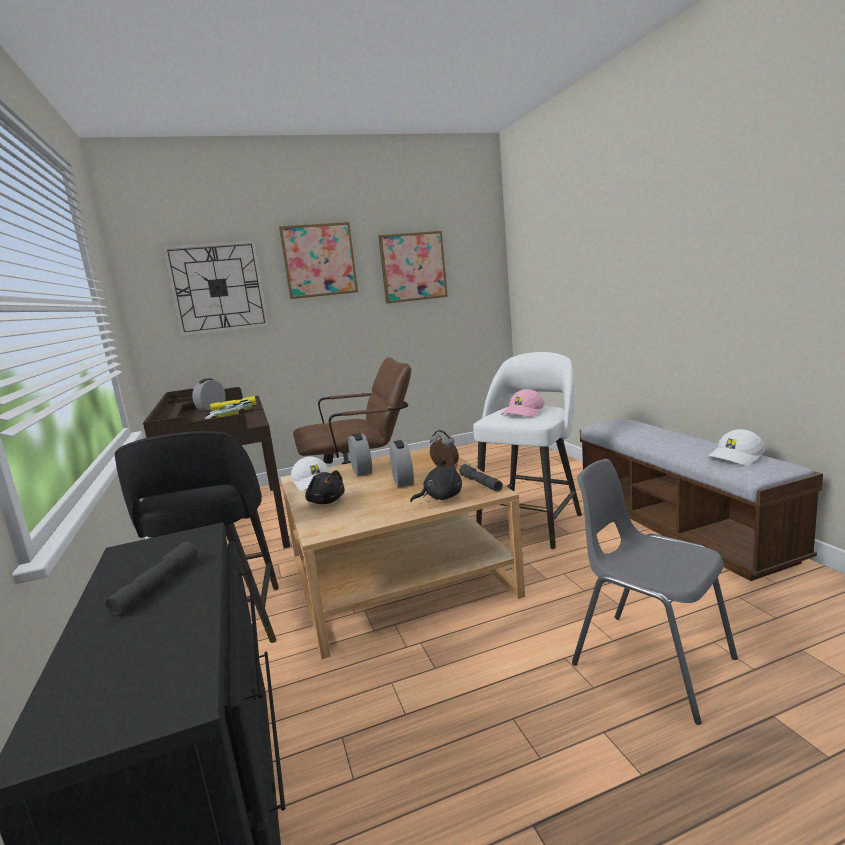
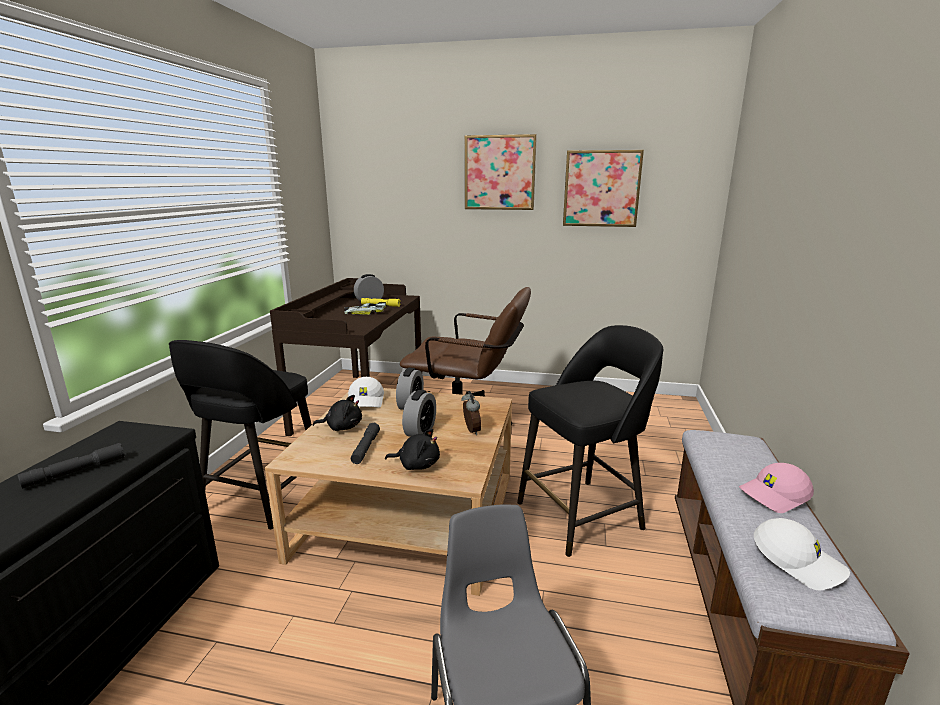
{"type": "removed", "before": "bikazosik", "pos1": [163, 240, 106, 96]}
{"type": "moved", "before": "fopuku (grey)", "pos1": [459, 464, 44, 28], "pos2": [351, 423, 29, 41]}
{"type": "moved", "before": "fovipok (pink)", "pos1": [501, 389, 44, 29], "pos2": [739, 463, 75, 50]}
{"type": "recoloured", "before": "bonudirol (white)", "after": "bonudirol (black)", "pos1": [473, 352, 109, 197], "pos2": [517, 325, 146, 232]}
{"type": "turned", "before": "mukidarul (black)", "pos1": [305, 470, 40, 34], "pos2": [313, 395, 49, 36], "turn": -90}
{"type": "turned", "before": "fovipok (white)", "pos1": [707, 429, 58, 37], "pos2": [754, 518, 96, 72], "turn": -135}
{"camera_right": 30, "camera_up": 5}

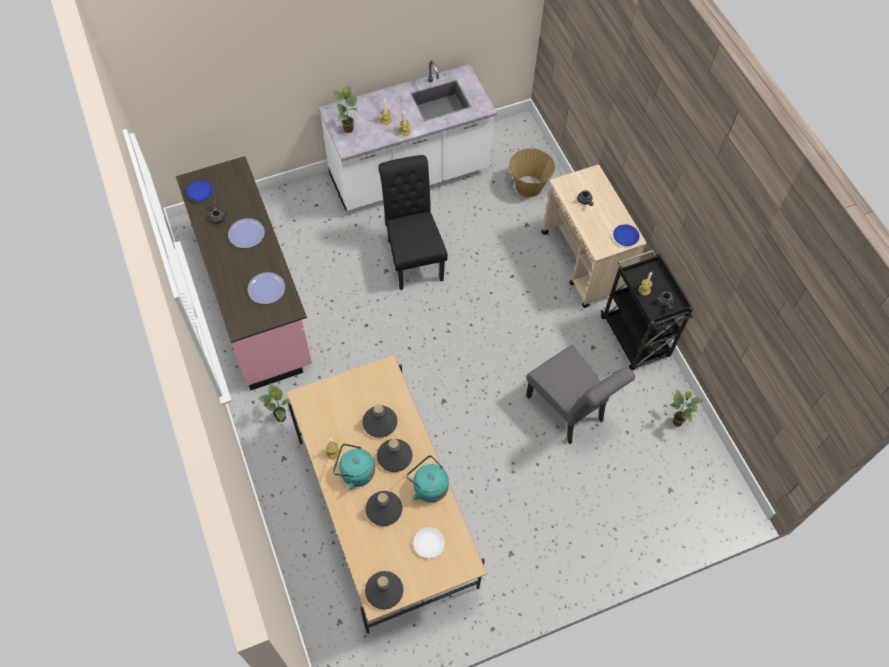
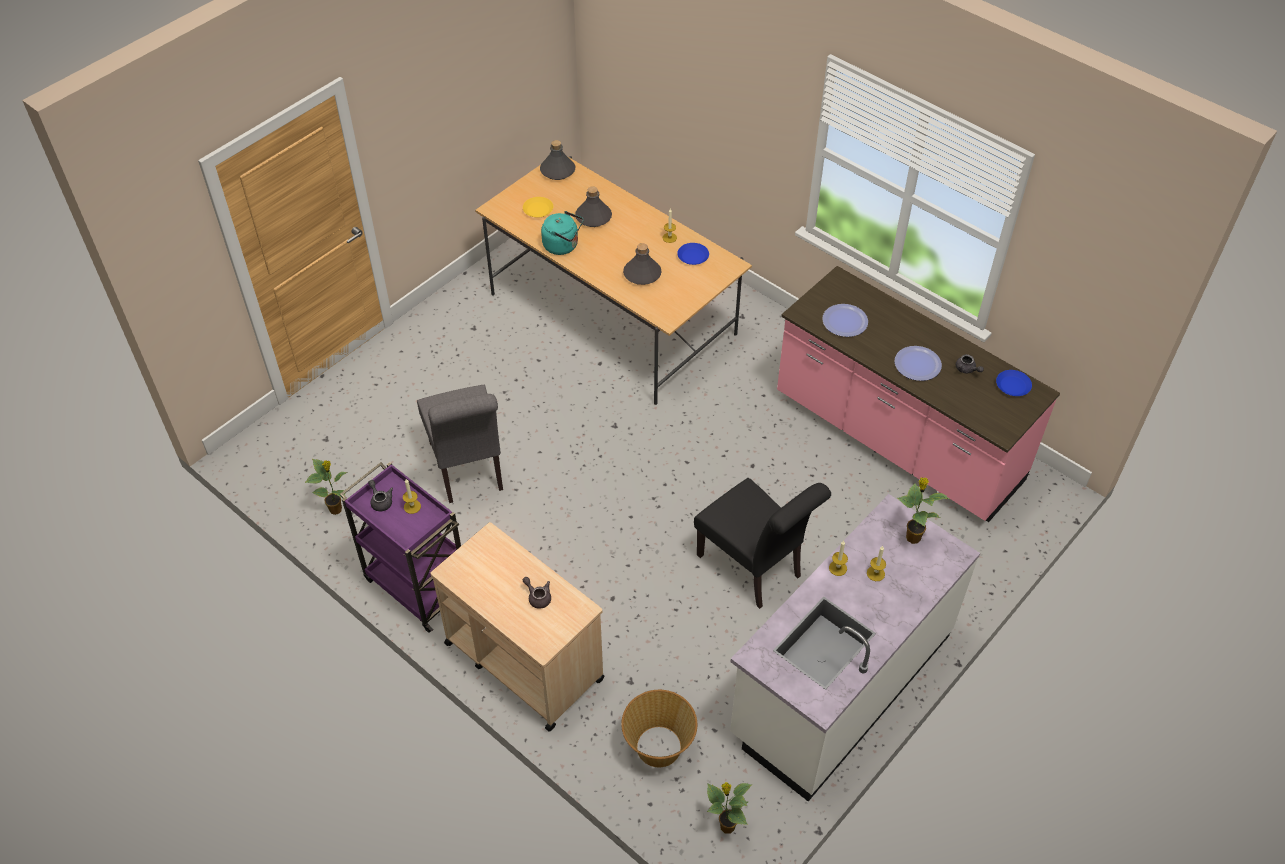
{"type": "removed", "before": "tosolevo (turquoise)", "pos1": [333, 444, 42, 45]}
{"type": "removed", "before": "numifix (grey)", "pos1": [377, 439, 36, 33]}
{"type": "moved", "before": "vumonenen", "pos1": [258, 383, 32, 39], "pos2": [707, 782, 45, 52]}
{"type": "moved", "before": "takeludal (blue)", "pos1": [613, 224, 27, 22], "pos2": [677, 243, 32, 22]}
{"type": "recoloured", "before": "takeludal (white)", "after": "takeludal (yellow)", "pos1": [413, 527, 32, 31], "pos2": [523, 197, 30, 21]}
{"type": "recoloured", "before": "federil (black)", "after": "federil (purple)", "pos1": [601, 250, 93, 120], "pos2": [340, 462, 121, 171]}
{"type": "turned", "before": "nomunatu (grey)", "pos1": [526, 345, 109, 99], "pos2": [417, 385, 86, 118], "turn": -135}
{"camera_right": 155, "camera_up": -10}

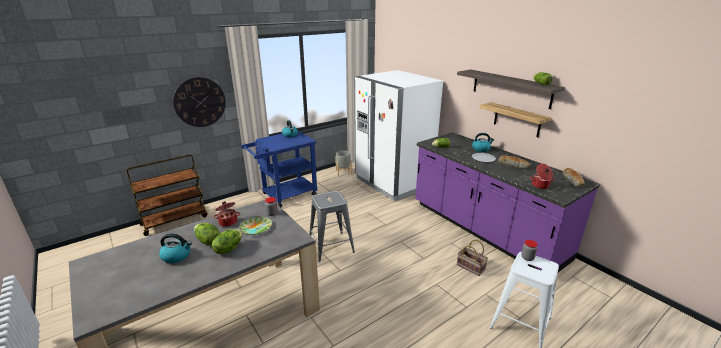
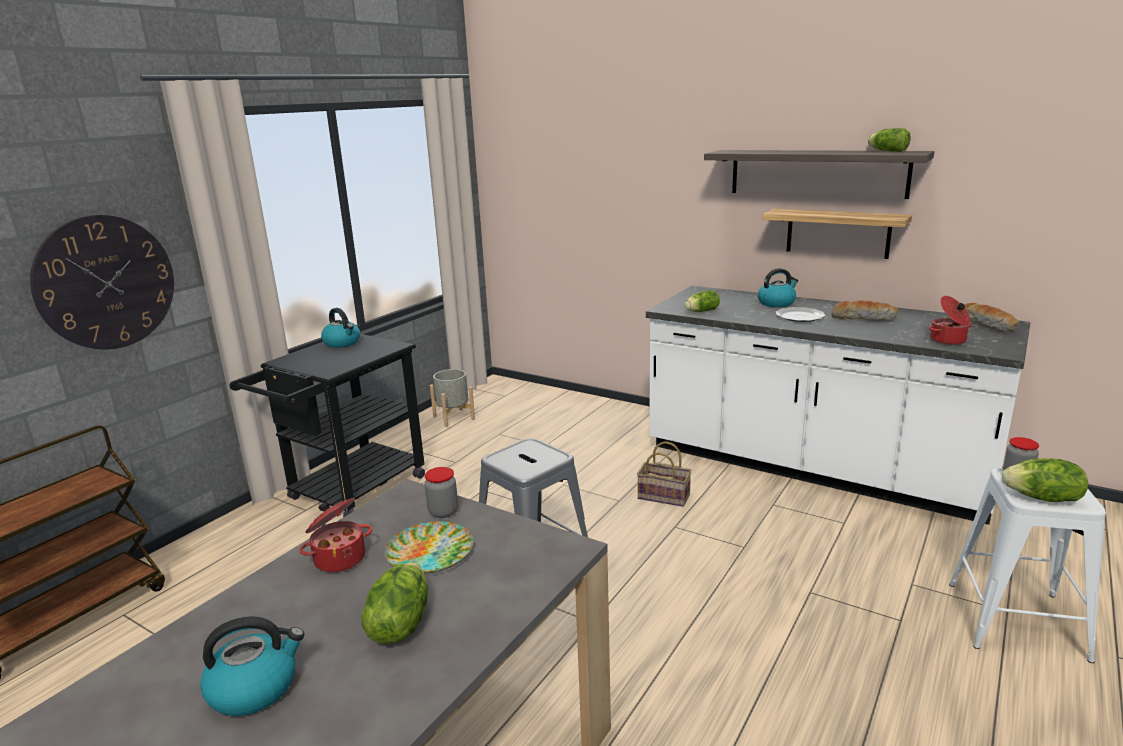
{"type": "removed", "before": "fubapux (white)", "pos1": [355, 70, 88, 131]}
{"type": "moved", "before": "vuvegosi", "pos1": [194, 223, 26, 22], "pos2": [1002, 458, 86, 44]}
{"type": "moved", "before": "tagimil", "pos1": [457, 240, 31, 36], "pos2": [637, 441, 55, 66]}
{"type": "recoloured", "before": "federil (blue)", "after": "federil (black)", "pos1": [241, 131, 77, 76], "pos2": [230, 334, 195, 183]}
{"type": "recoloured", "before": "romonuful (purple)", "after": "romonuful (white)", "pos1": [415, 132, 185, 140], "pos2": [646, 286, 384, 239]}
{"camera_right": -20, "camera_up": -5}

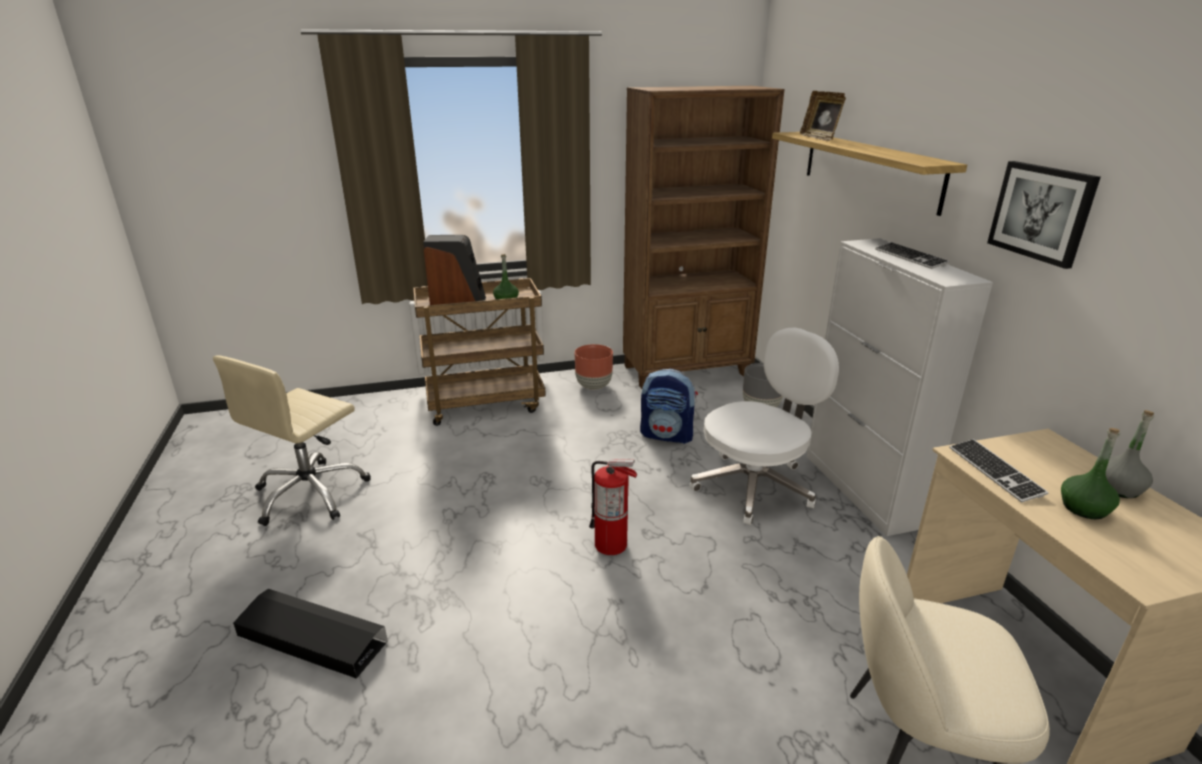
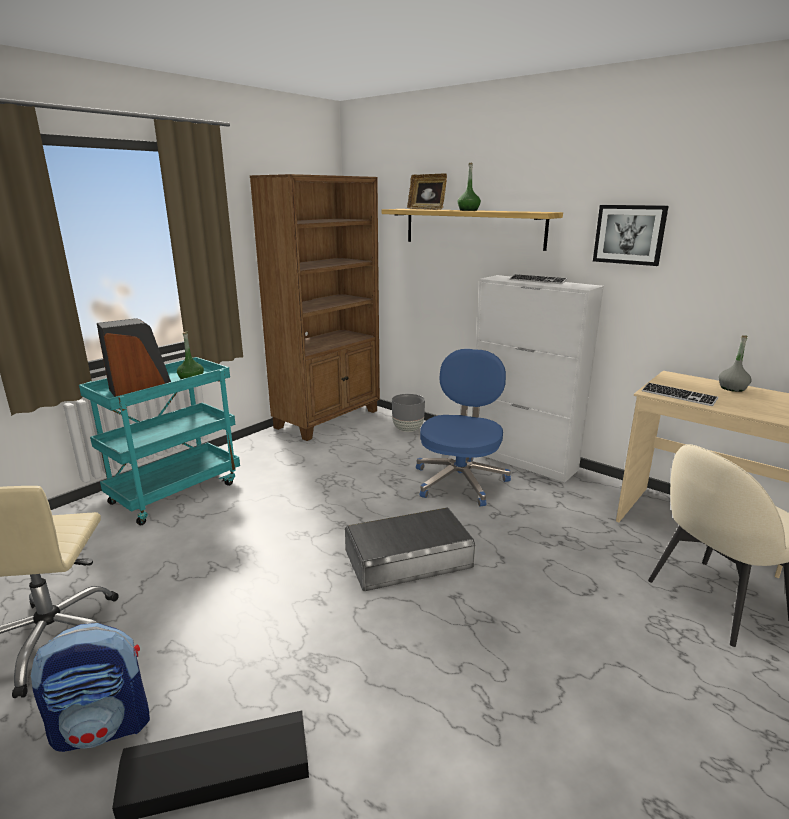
{"type": "removed", "before": "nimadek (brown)", "pos1": [575, 344, 38, 46]}
{"type": "moved", "before": "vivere", "pos1": [640, 369, 58, 75], "pos2": [31, 623, 119, 129]}
{"type": "moved", "before": "numifix (green)", "pos1": [1061, 428, 59, 91], "pos2": [458, 163, 23, 48]}
{"type": "replaced", "before": "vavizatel", "after": "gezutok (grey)", "pos1": [589, 459, 48, 96], "pos2": [345, 508, 130, 83]}
{"type": "recoloured", "before": "federil (brown)", "after": "federil (turquoise)", "pos1": [413, 278, 133, 148], "pos2": [79, 357, 161, 168]}
{"type": "recoloured", "before": "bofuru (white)", "after": "bofuru (blue)", "pos1": [689, 327, 150, 198], "pos2": [416, 349, 95, 158]}
{"camera_right": -35, "camera_up": -5}

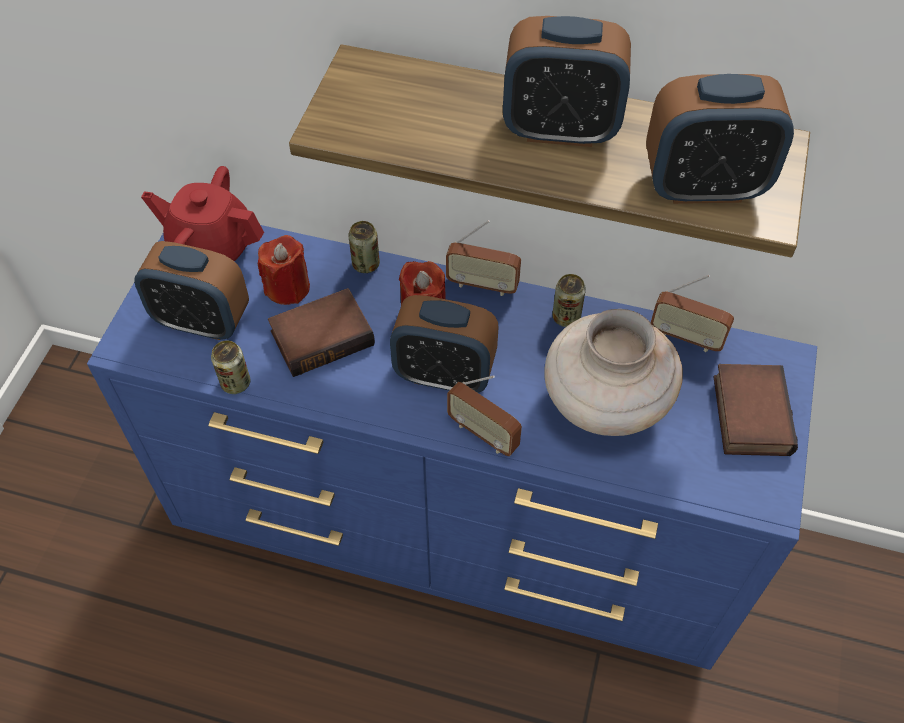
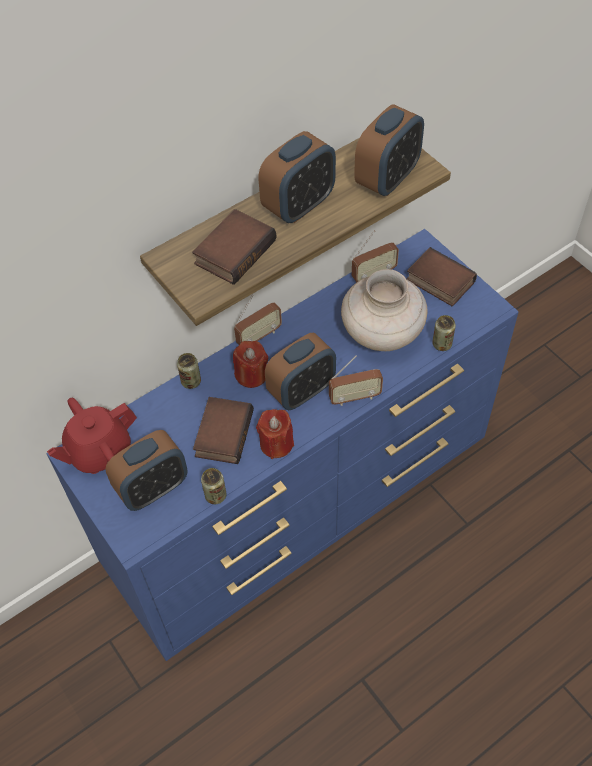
{"type": "added", "after": "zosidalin", "pos2": [192, 209, 85, 76]}
{"type": "moved", "before": "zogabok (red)", "pos1": [258, 235, 52, 70], "pos2": [256, 409, 38, 50]}
{"type": "moved", "before": "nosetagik", "pos1": [552, 274, 34, 53], "pos2": [432, 315, 24, 36]}
{"camera_right": -50, "camera_up": 0}

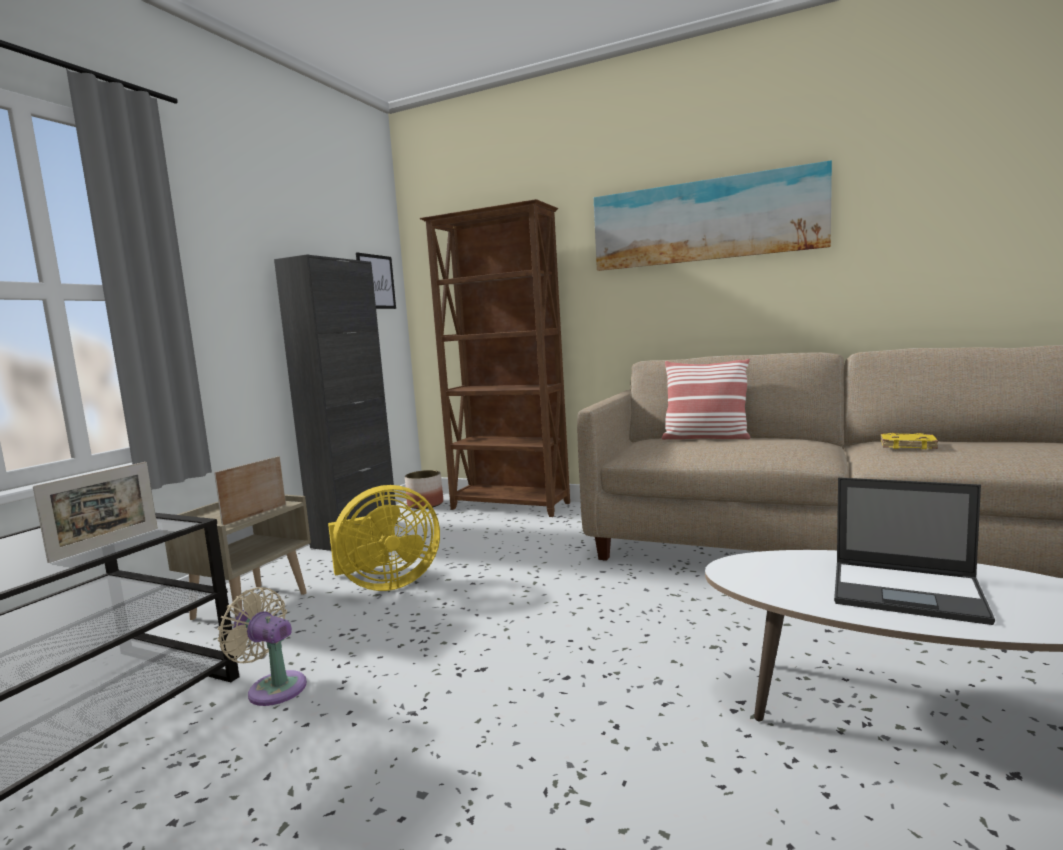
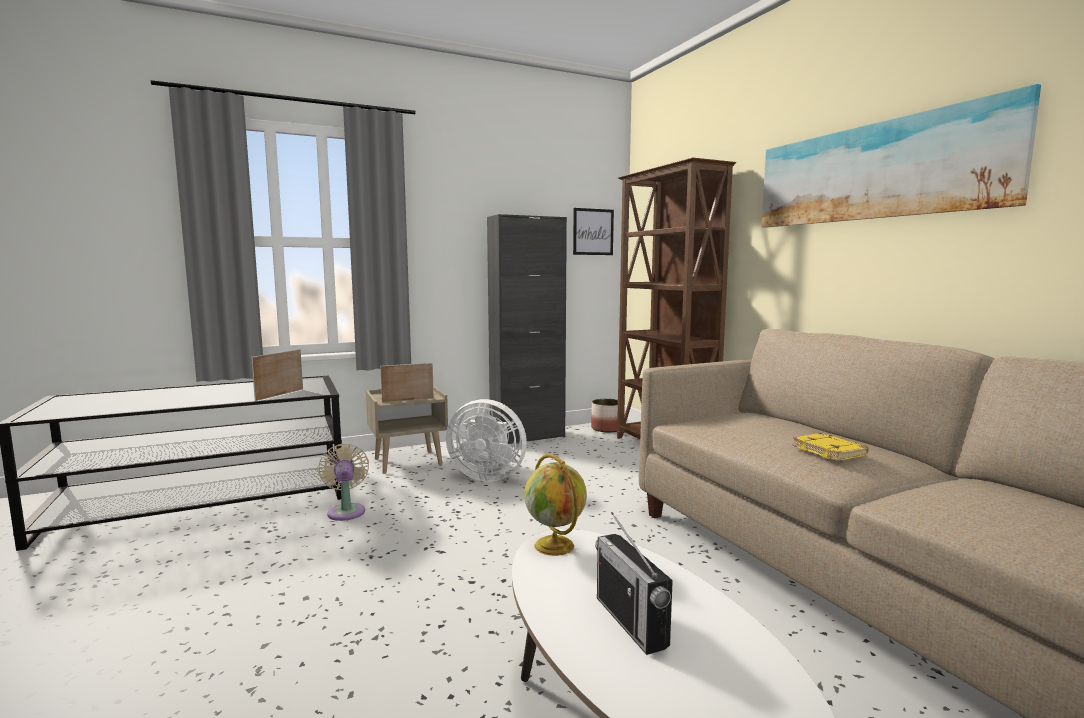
{"type": "removed", "before": "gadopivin", "pos1": [662, 359, 88, 81]}
{"type": "added", "after": "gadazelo", "pos2": [524, 454, 63, 102]}
{"type": "moved", "before": "zosidalin (yellow)", "pos1": [881, 433, 57, 16], "pos2": [792, 433, 77, 28]}
{"type": "replaced", "before": "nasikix", "after": "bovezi", "pos1": [834, 477, 161, 148], "pos2": [595, 512, 78, 143]}
{"type": "recoloured", "before": "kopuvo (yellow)", "after": "kopuvo (white)", "pos1": [328, 485, 112, 106], "pos2": [446, 399, 81, 83]}
{"type": "turned", "before": "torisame", "pos1": [33, 462, 125, 101], "pos2": [251, 349, 52, 52], "turn": 135}
{"camera_right": 40, "camera_up": 0}

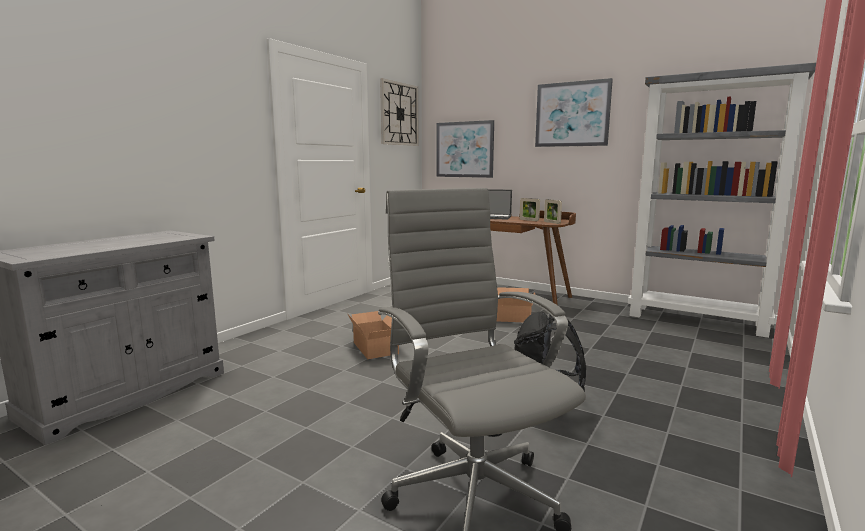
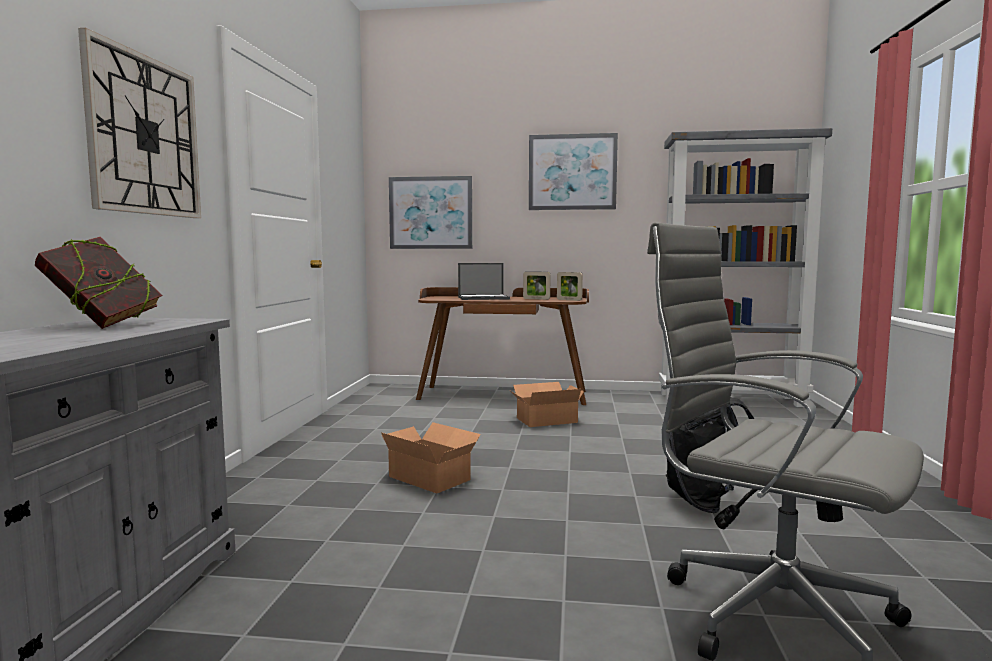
{"type": "added", "after": "zosidalin", "pos2": [35, 237, 128, 92]}
{"type": "moved", "before": "bikazosik", "pos1": [380, 78, 39, 68], "pos2": [78, 28, 123, 190]}
{"camera_right": -25, "camera_up": -5}

